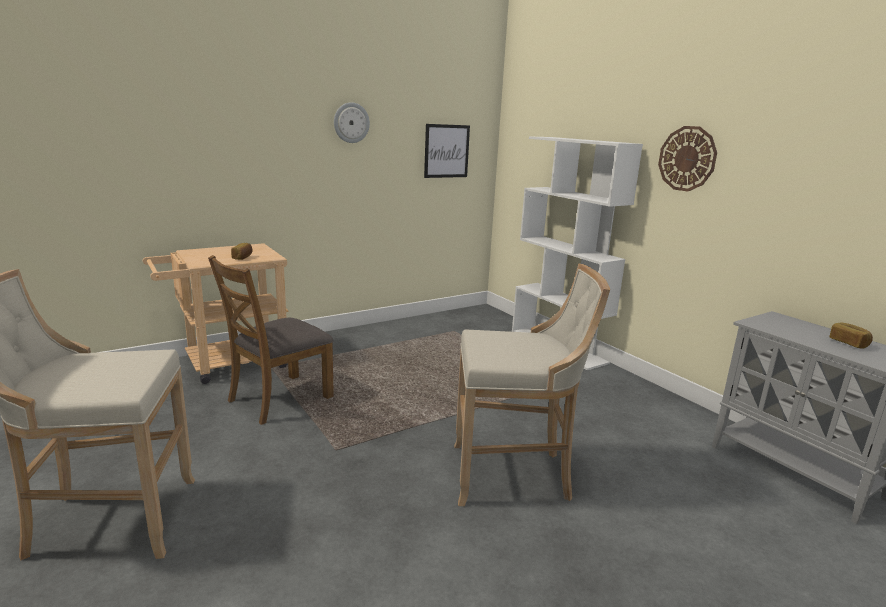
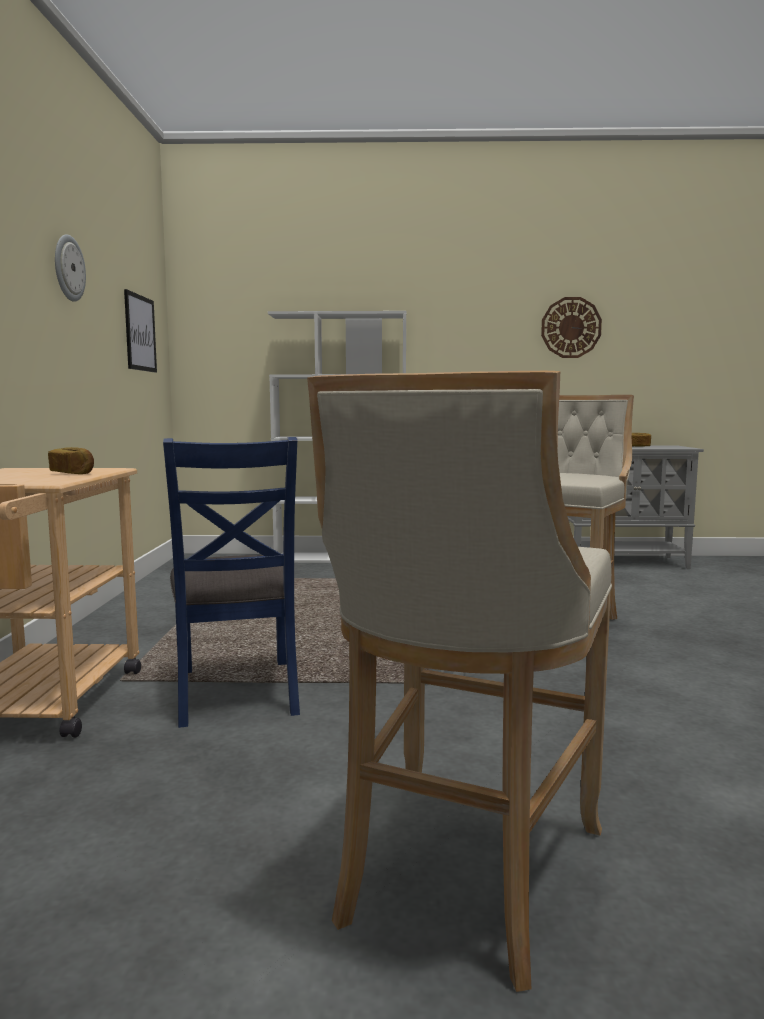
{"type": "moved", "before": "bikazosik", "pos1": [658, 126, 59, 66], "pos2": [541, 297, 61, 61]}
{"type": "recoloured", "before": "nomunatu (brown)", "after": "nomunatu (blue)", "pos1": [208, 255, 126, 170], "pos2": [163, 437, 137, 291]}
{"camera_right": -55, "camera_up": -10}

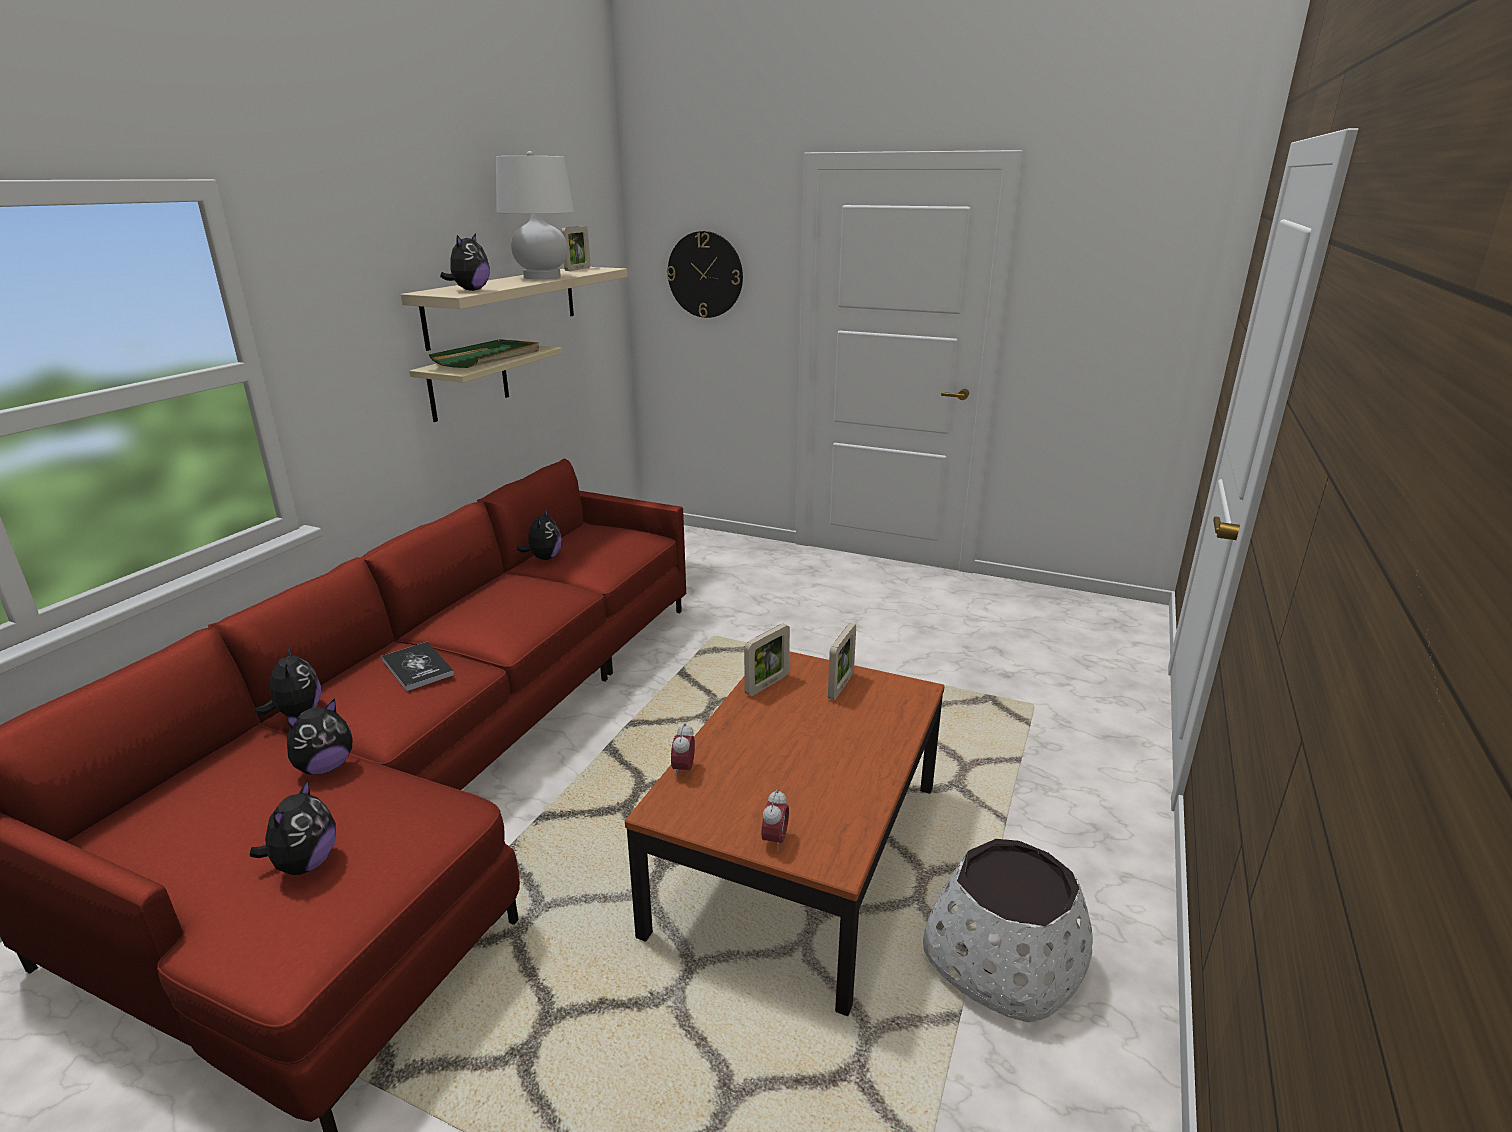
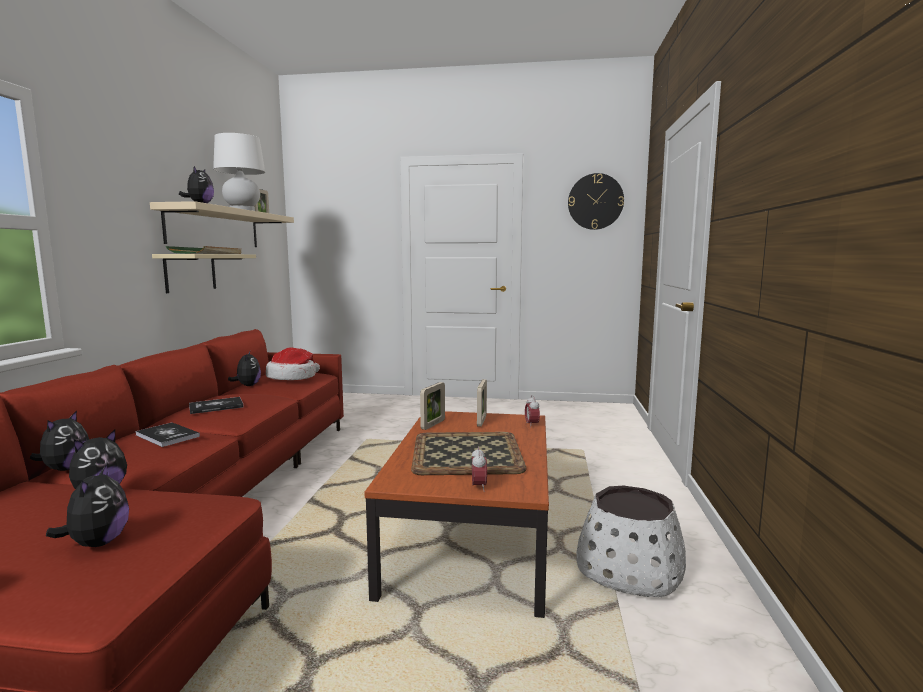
{"type": "added", "after": "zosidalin", "pos2": [189, 397, 54, 17]}
{"type": "added", "after": "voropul", "pos2": [266, 347, 54, 33]}
{"type": "added", "after": "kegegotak", "pos2": [411, 432, 115, 43]}
{"type": "moved", "before": "bikazosik", "pos1": [667, 231, 76, 87], "pos2": [568, 173, 56, 57]}
{"type": "moved", "before": "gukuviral", "pos1": [671, 723, 24, 54], "pos2": [525, 395, 15, 33]}
{"type": "turned", "before": "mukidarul", "pos1": [255, 645, 66, 72], "pos2": [30, 410, 59, 61], "turn": 45}
{"camera_right": -15, "camera_up": -15}

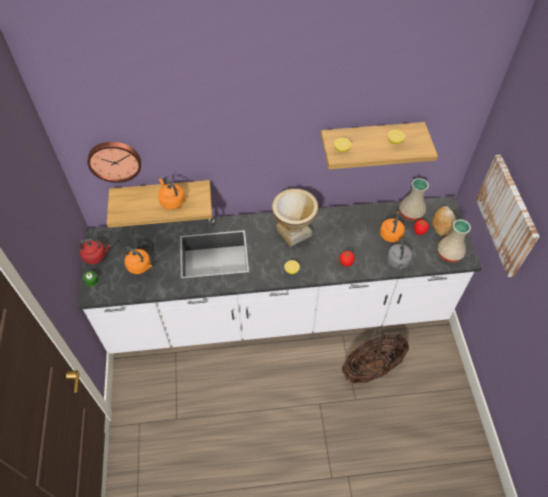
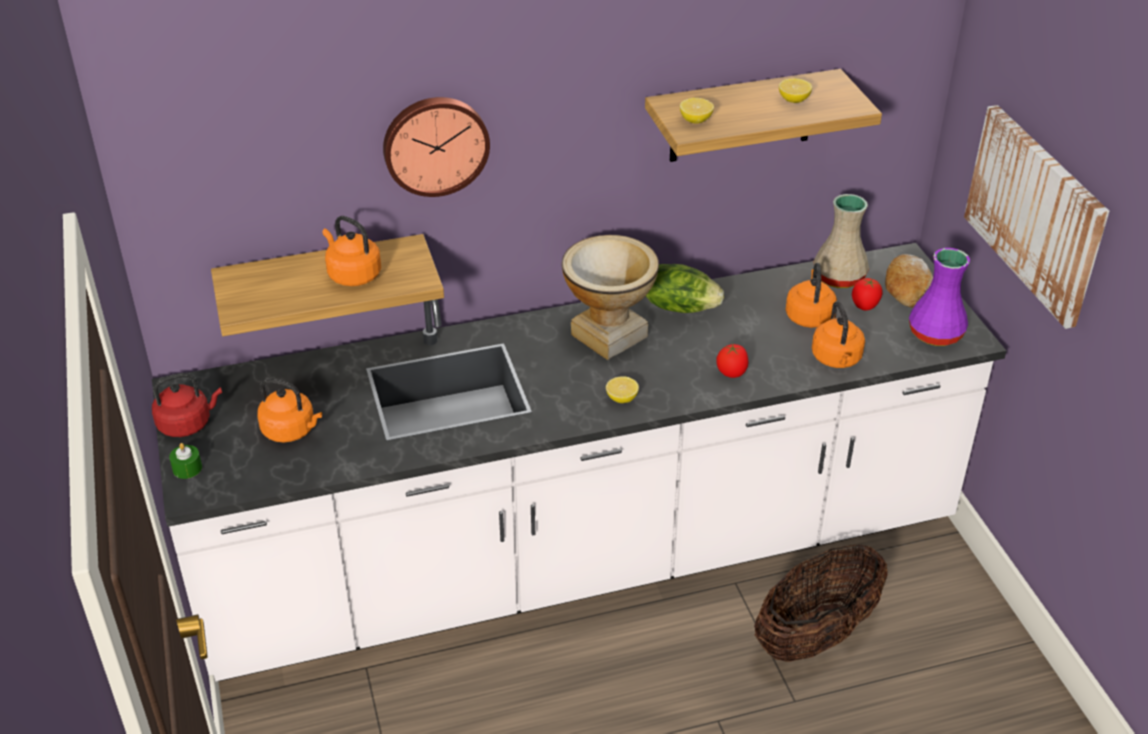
{"type": "added", "after": "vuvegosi", "pos2": [646, 264, 78, 49]}
{"type": "moved", "before": "bikazosik", "pos1": [88, 142, 53, 41], "pos2": [383, 97, 107, 100]}
{"type": "recoloured", "before": "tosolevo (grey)", "after": "tosolevo (orange)", "pos1": [387, 238, 26, 31], "pos2": [812, 301, 53, 67]}
{"type": "recoloured", "before": "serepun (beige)", "after": "serepun (purple)", "pos1": [438, 219, 33, 43], "pos2": [909, 248, 61, 98]}
{"camera_right": -10, "camera_up": -15}

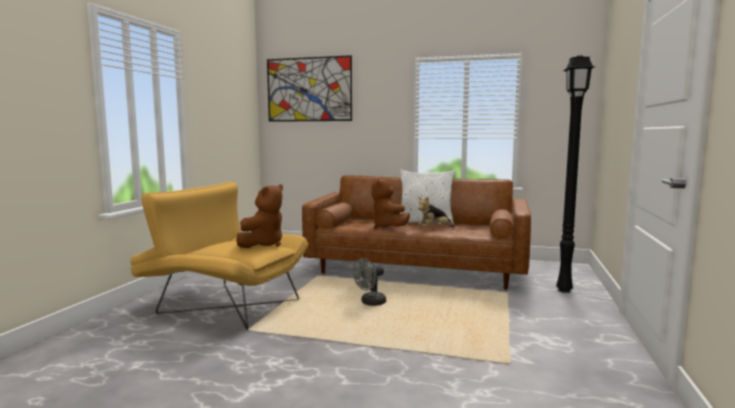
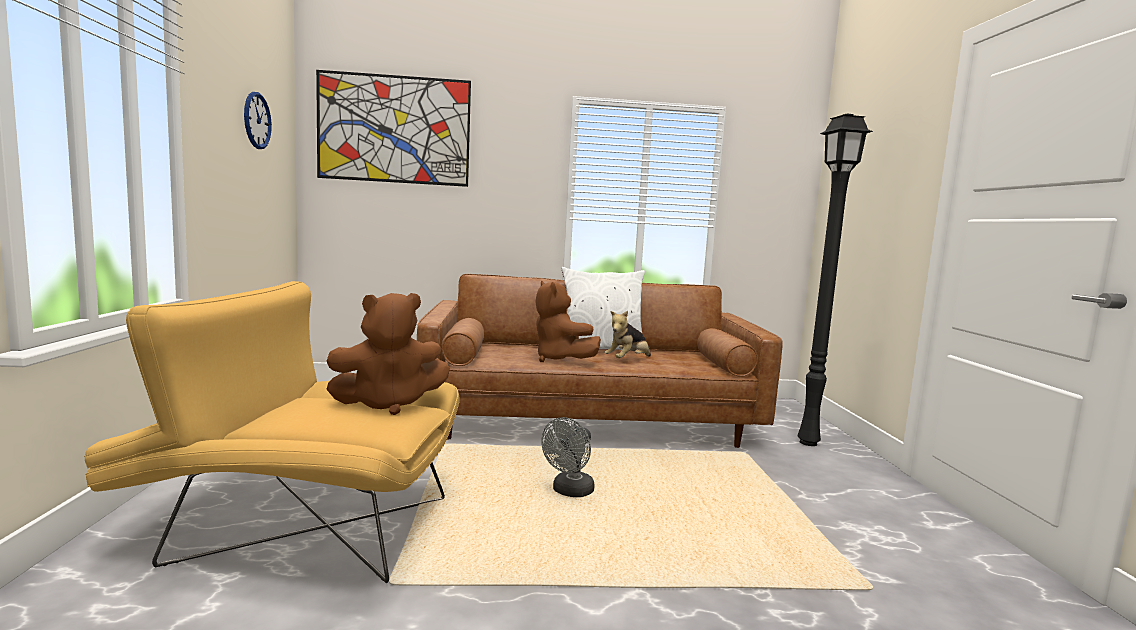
{"type": "added", "after": "bikazosik", "pos2": [244, 92, 28, 57]}
{"type": "turned", "before": "mukidarul (brown)", "pos1": [236, 184, 47, 64], "pos2": [326, 293, 124, 122], "turn": 60}
{"camera_right": -20, "camera_up": 0}

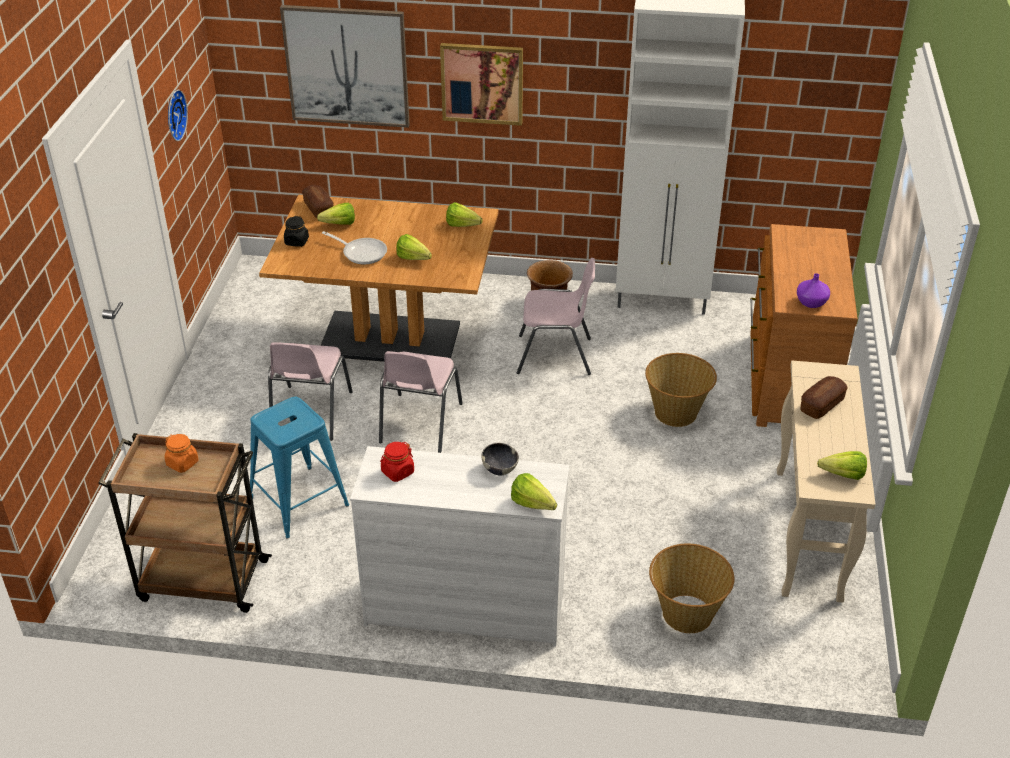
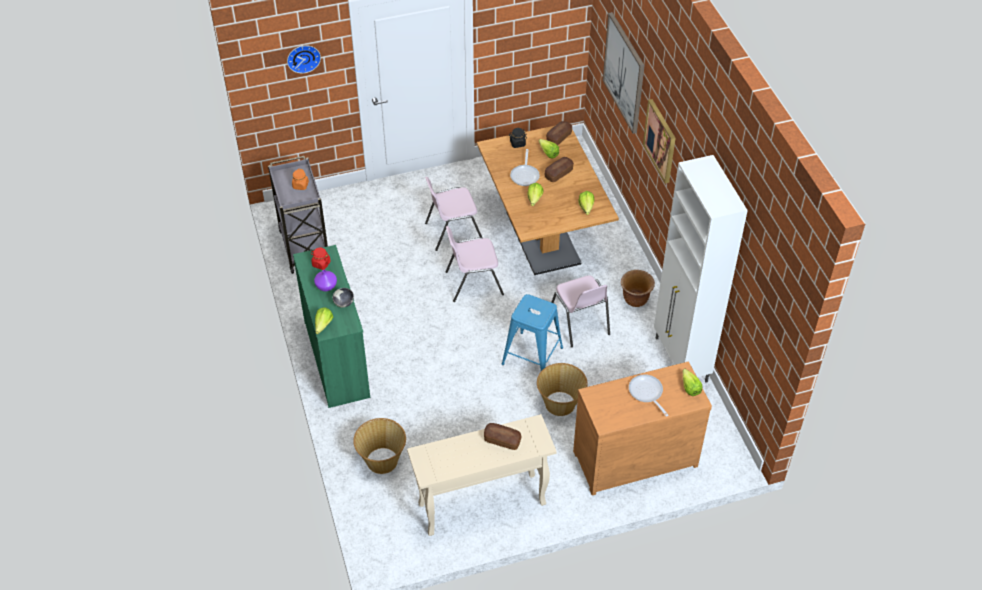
{"type": "added", "after": "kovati", "pos2": [545, 157, 29, 25]}
{"type": "added", "after": "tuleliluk", "pos2": [629, 374, 40, 43]}
{"type": "moved", "before": "bikazosik", "pos1": [168, 90, 20, 51], "pos2": [287, 45, 34, 28]}
{"type": "moved", "before": "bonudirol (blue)", "pos1": [250, 397, 99, 142], "pos2": [502, 294, 61, 77]}
{"type": "moved", "before": "serepun (purple)", "pos1": [797, 273, 33, 35], "pos2": [314, 270, 23, 21]}
{"type": "moved", "before": "vuvegosi", "pos1": [817, 451, 50, 29], "pos2": [683, 369, 20, 27]}
{"type": "recoloured", "before": "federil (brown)", "after": "federil (grey)", "pos1": [98, 433, 174, 180], "pos2": [268, 156, 60, 118]}
{"type": "recoloured", "before": "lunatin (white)", "after": "lunatin (green)", "pos1": [350, 446, 219, 201], "pos2": [293, 245, 77, 163]}
{"camera_right": 65, "camera_up": 10}

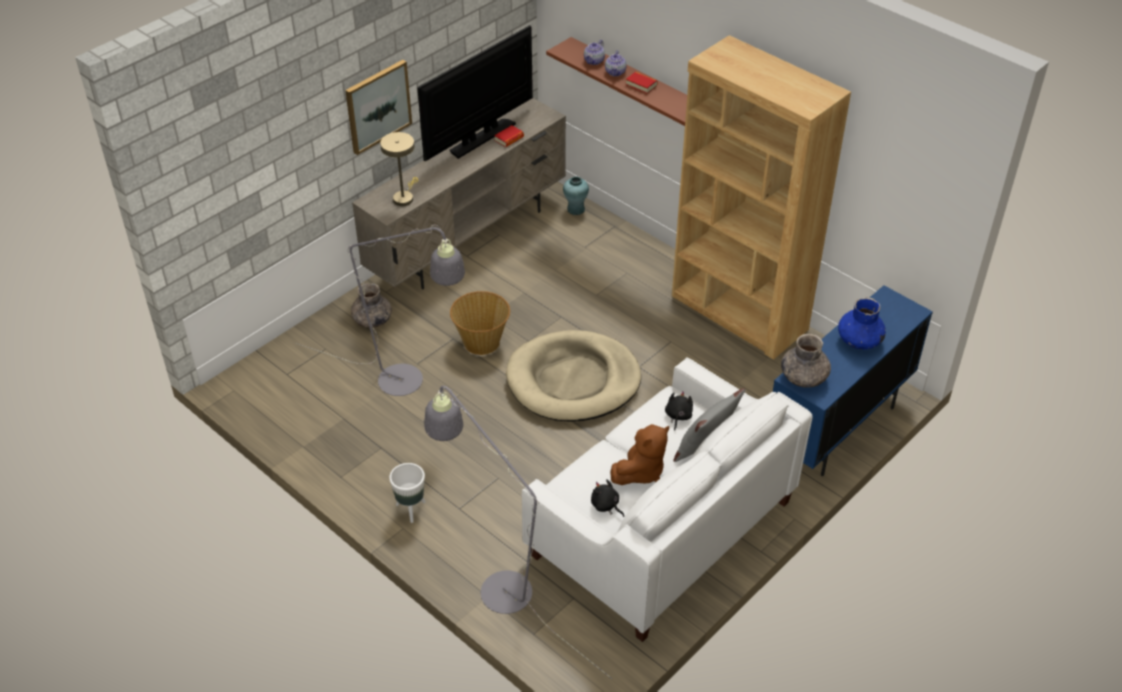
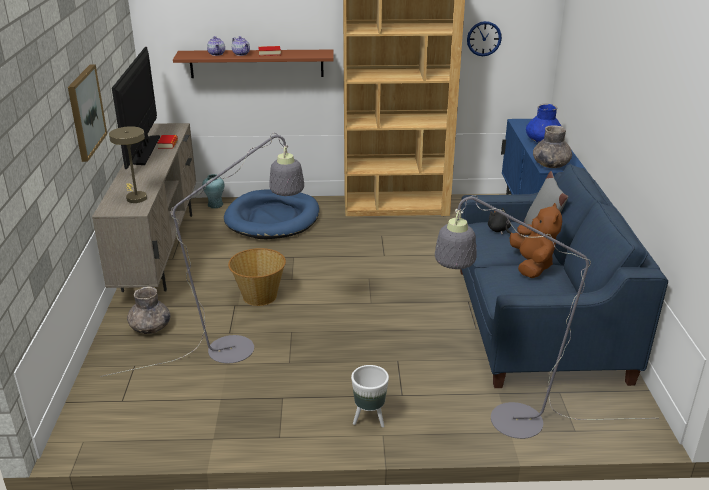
{"type": "removed", "before": "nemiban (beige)", "pos1": [506, 330, 135, 92]}
{"type": "removed", "before": "mukidarul (black)", "pos1": [591, 479, 33, 38]}
{"type": "added", "after": "nemiban (blue)", "pos2": [224, 190, 95, 49]}
{"type": "added", "after": "bikazosik", "pos2": [467, 21, 35, 35]}
{"type": "recoloured", "before": "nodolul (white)", "after": "nodolul (blue)", "pos1": [522, 357, 291, 285], "pos2": [460, 164, 208, 224]}
{"camera_right": -45, "camera_up": -15}

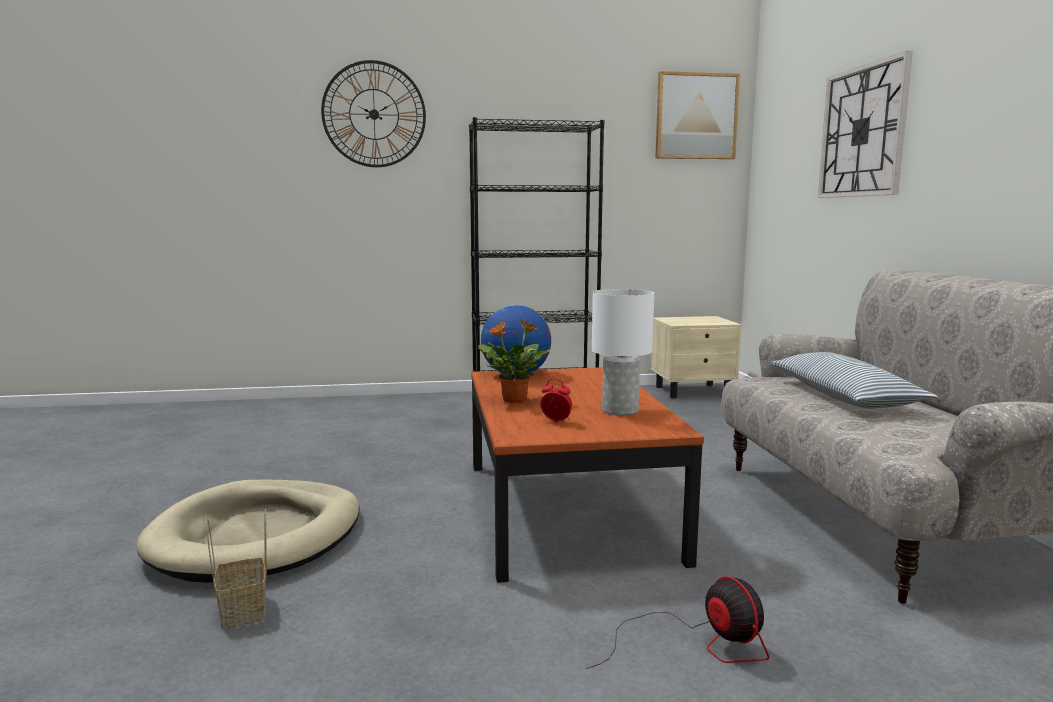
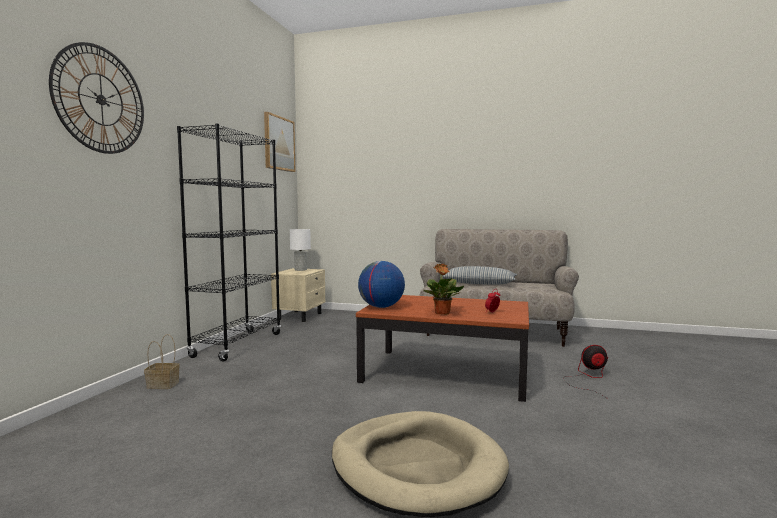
{"type": "removed", "before": "bikazosik", "pos1": [818, 51, 95, 147]}
{"type": "moved", "before": "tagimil", "pos1": [206, 509, 61, 120], "pos2": [144, 334, 36, 55]}
{"type": "moved", "before": "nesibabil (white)", "pos1": [592, 289, 62, 127], "pos2": [290, 229, 21, 42]}
{"camera_right": -65, "camera_up": -5}

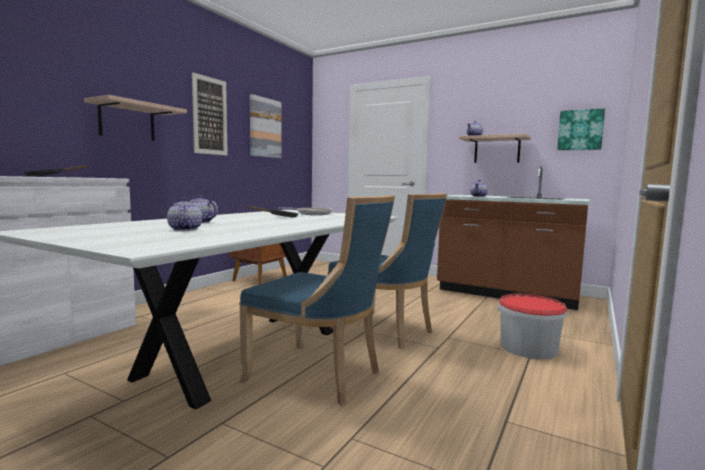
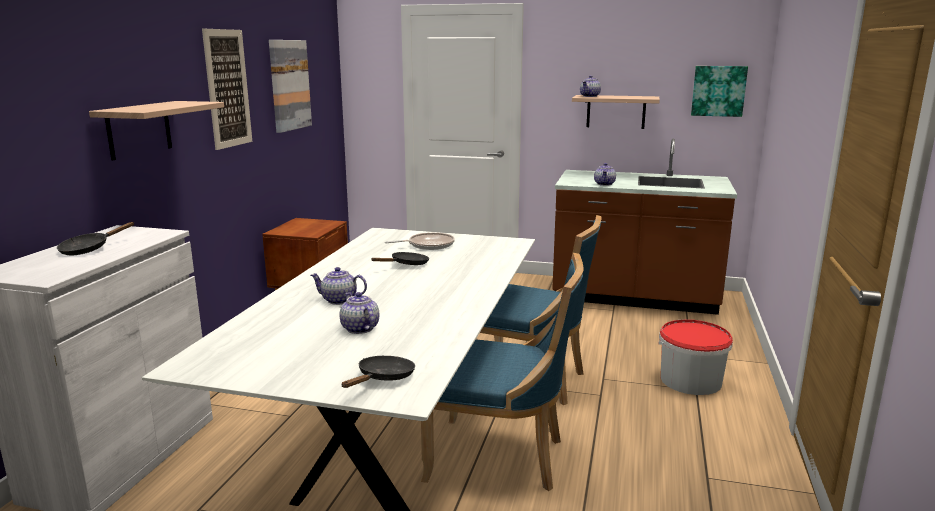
{"type": "added", "after": "tuleliluk (black)", "pos2": [341, 356, 74, 32]}
{"camera_right": -15, "camera_up": 10}

